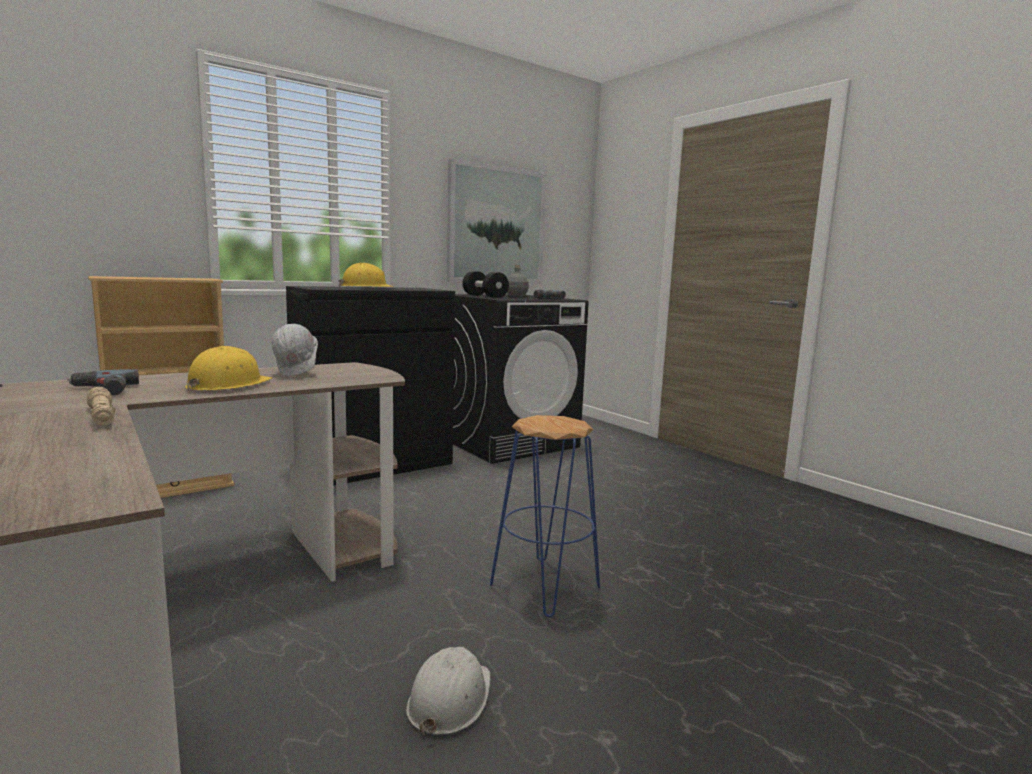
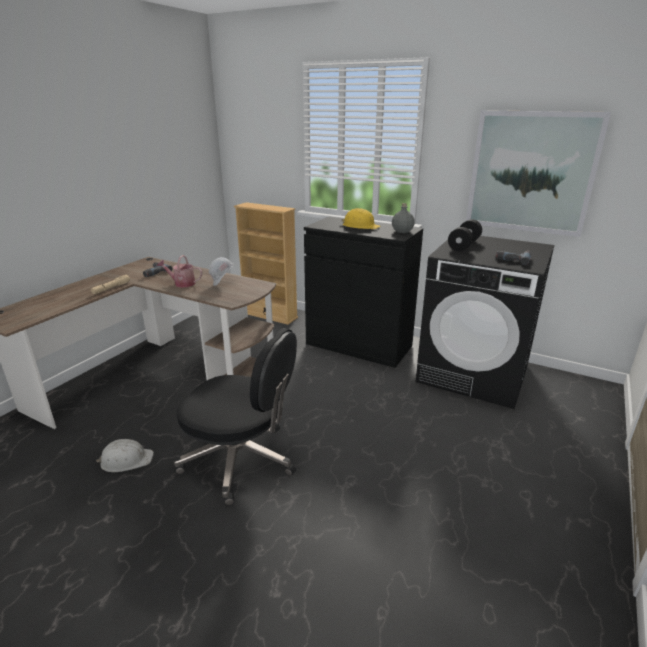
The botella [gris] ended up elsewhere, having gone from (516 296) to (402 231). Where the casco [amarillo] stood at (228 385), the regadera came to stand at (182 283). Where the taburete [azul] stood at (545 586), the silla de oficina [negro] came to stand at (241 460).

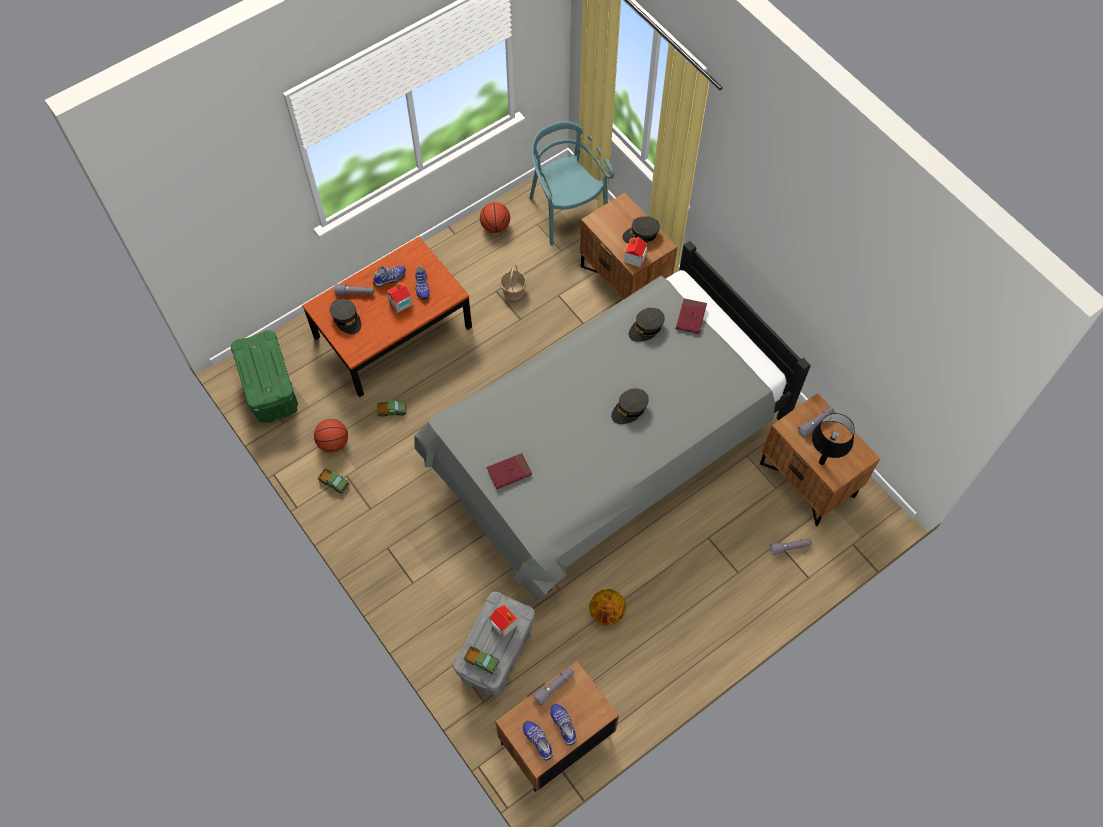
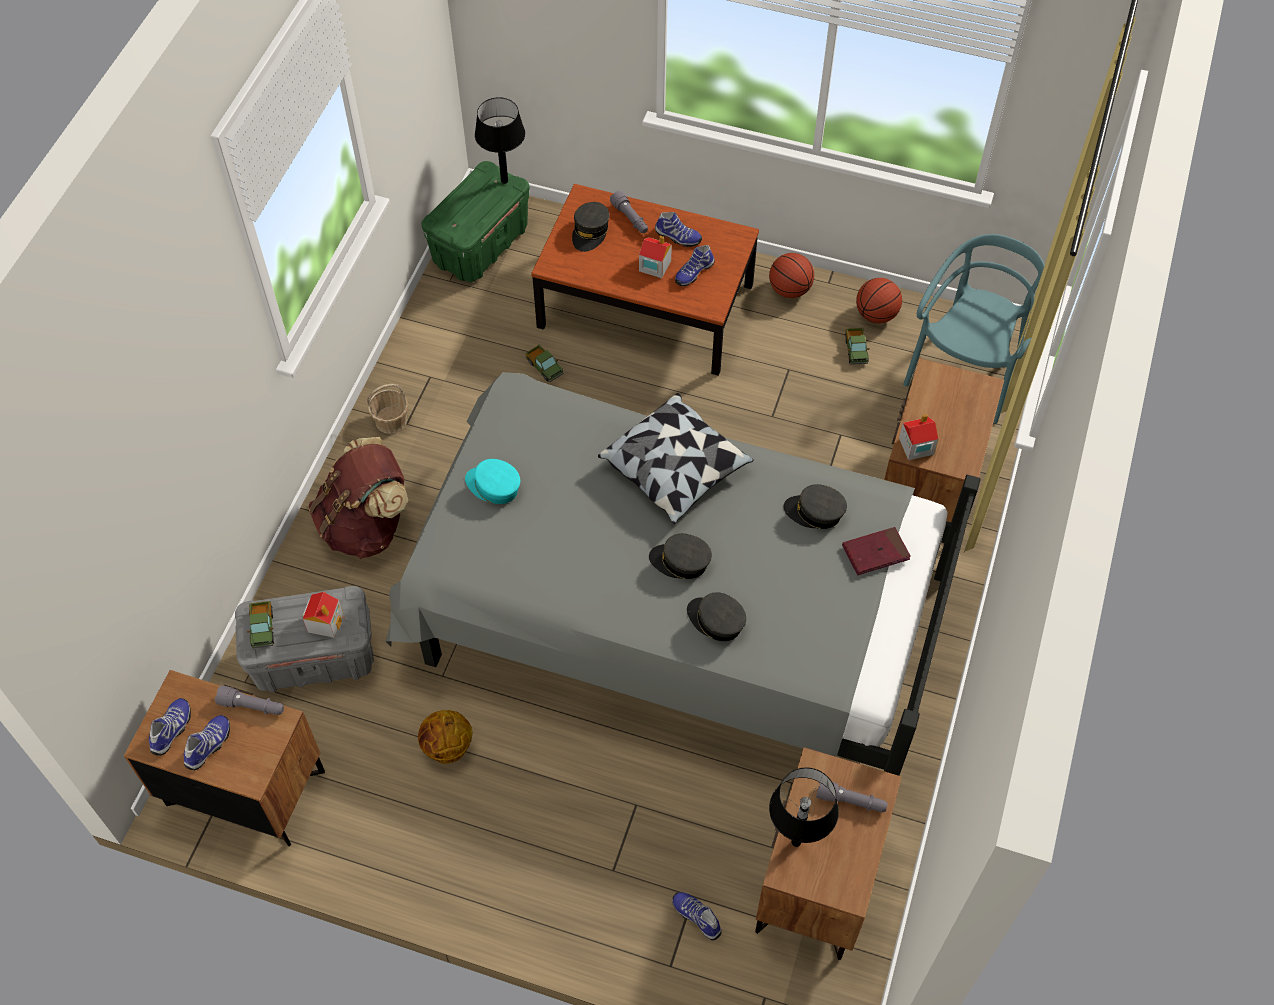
The gorra [gris] ended up elsewhere, having gone from (641 235) to (716 621). The cesta ended up elsewhere, having gone from (513 291) to (391 420). The balón de baloncesto ended up elsewhere, having gone from (333 443) to (789 290). Where the libro [rojo] stood at (509 472), the gorra [turquesa] came to stand at (493 486). The camión de juguete ended up elsewhere, having gone from (334 482) to (855 350). Where the linterna [gris] stood at (790 547), the zapato came to stand at (697 916). The second view gained the lámpara de mesa [negro] at (505 181). The second view gained the cojín at (676 469). The second view gained the mochila [marrón] at (366 525).

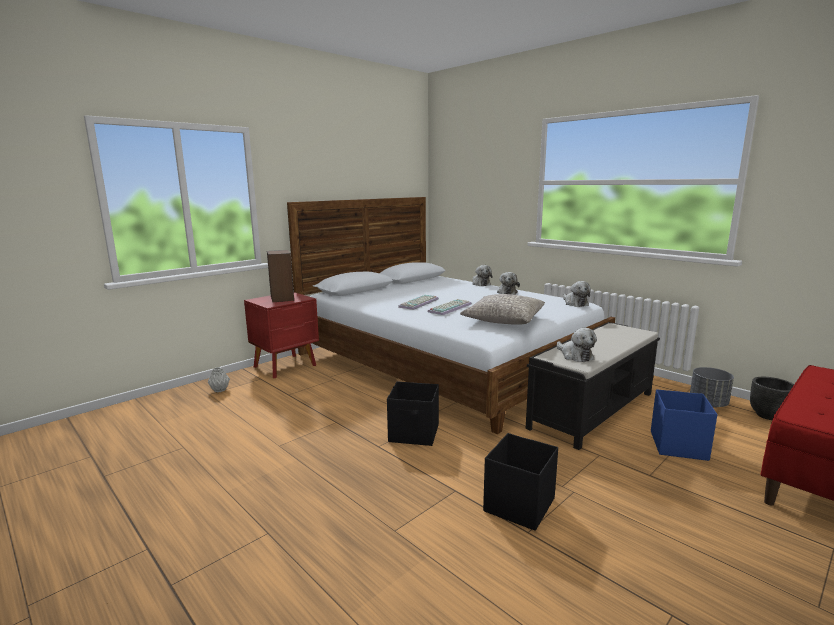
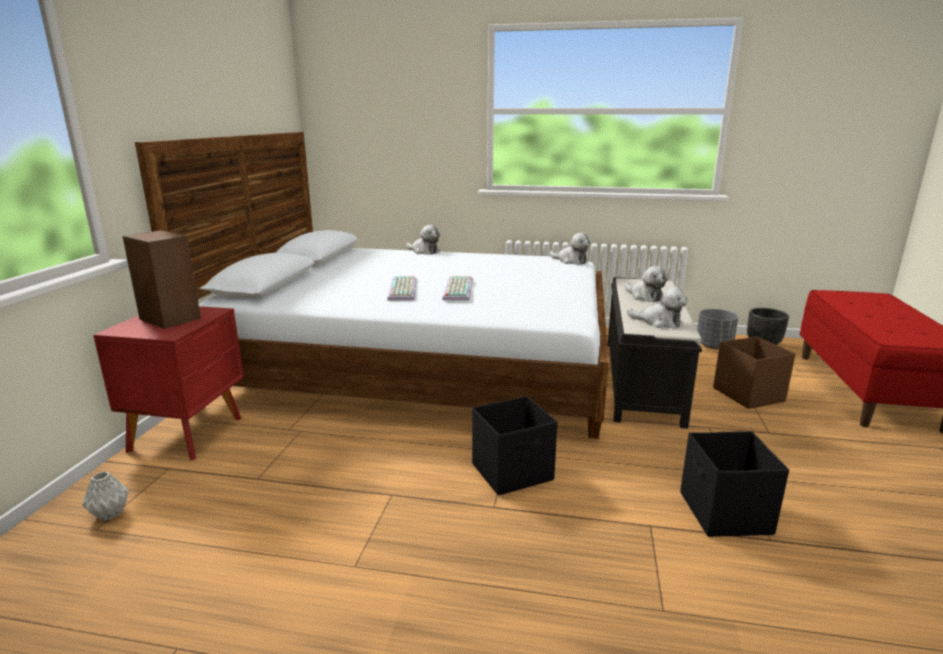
The peluche ended up elsewhere, having gone from (507 292) to (644 296). The second view lost the cojín [gris] at (504 320). What was the caja de almacenaje [azul] at (678 445) turned into the caja de almacenaje [marrón] at (748 394).

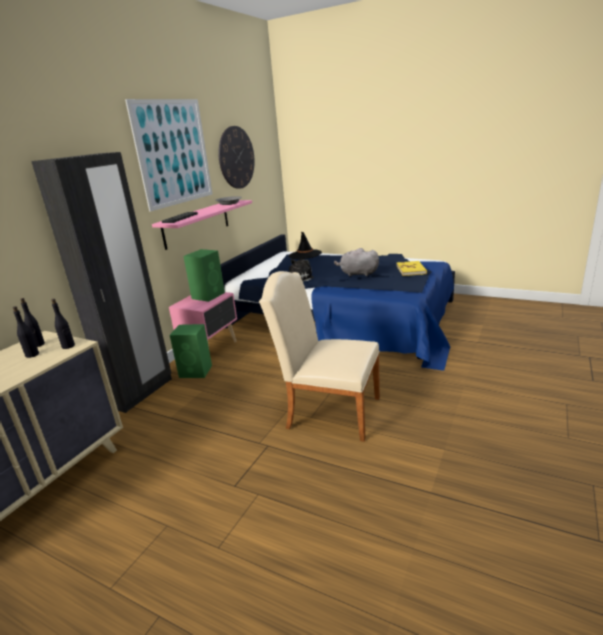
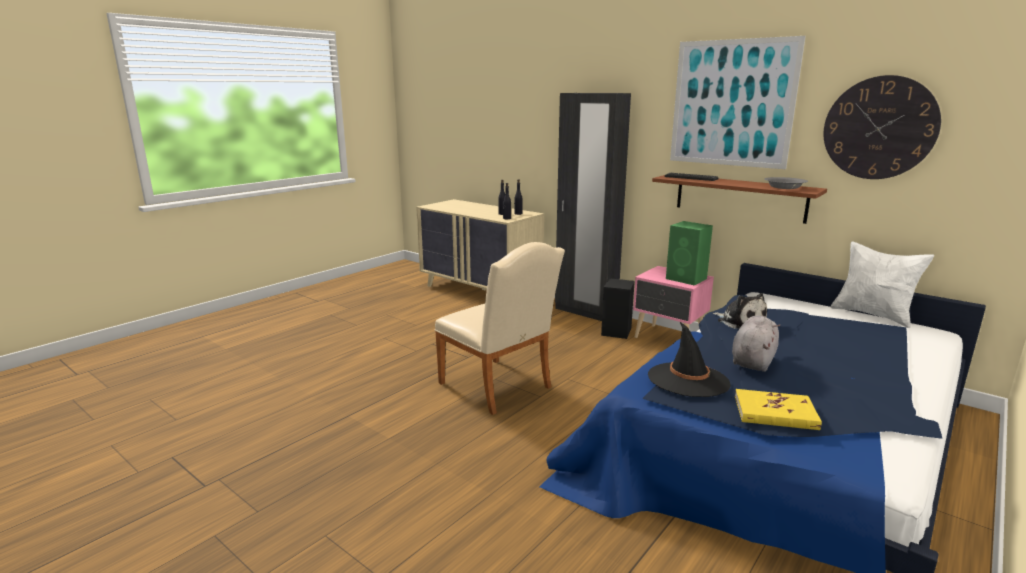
What was the estante [rosa] at (196 224) turned into the estante [marrón] at (739 197). The sombrero [negro] ended up elsewhere, having gone from (305 255) to (688 380). The silla [beis] at (327 411) ended up facing another way, 105 degrees clockwise from before. What was the altavoz [verde] at (196 371) turned into the altavoz [negro] at (616 332). The second view gained the cojín [blanco] at (872 315).

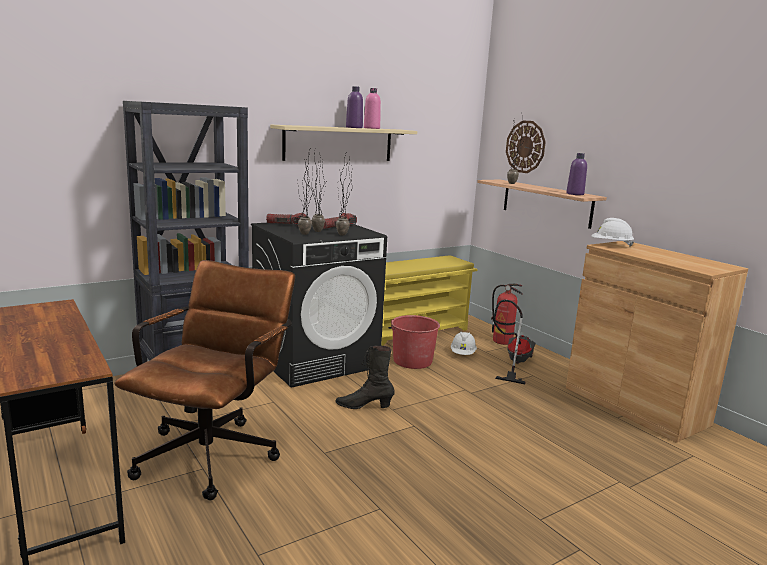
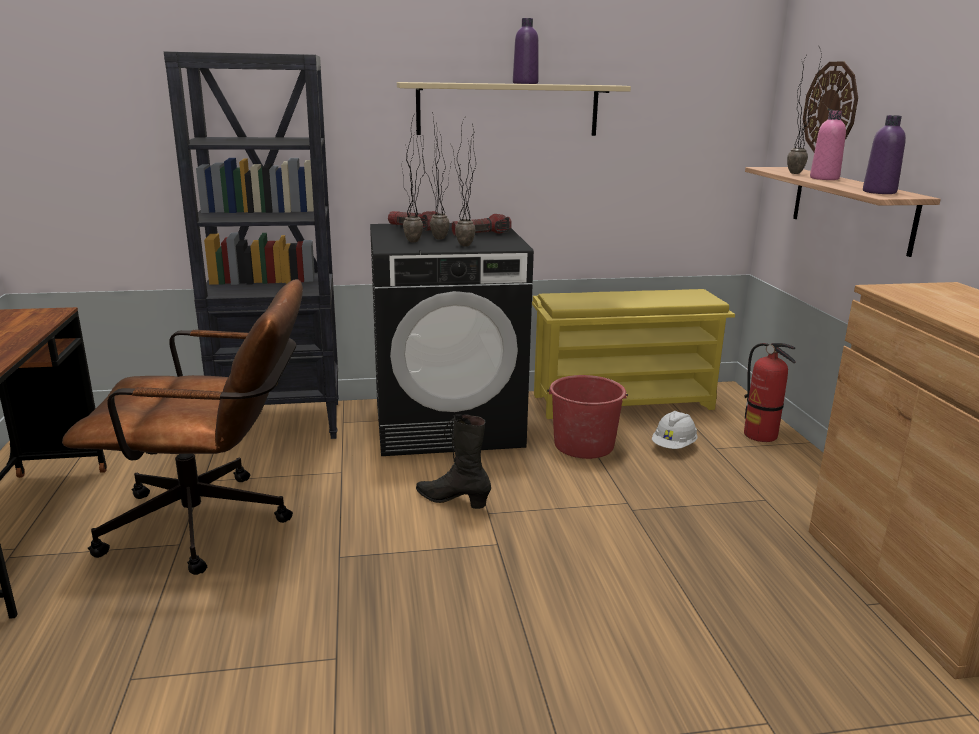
The botella [rosa] ended up elsewhere, having gone from (371 128) to (824 178). The second view lost the casco [blanco] at (611 245). The silla de oficina [marrón] at (214 451) ended up facing another way, 45 degrees clockwise from before. The second view lost the aspiradora at (513 362).

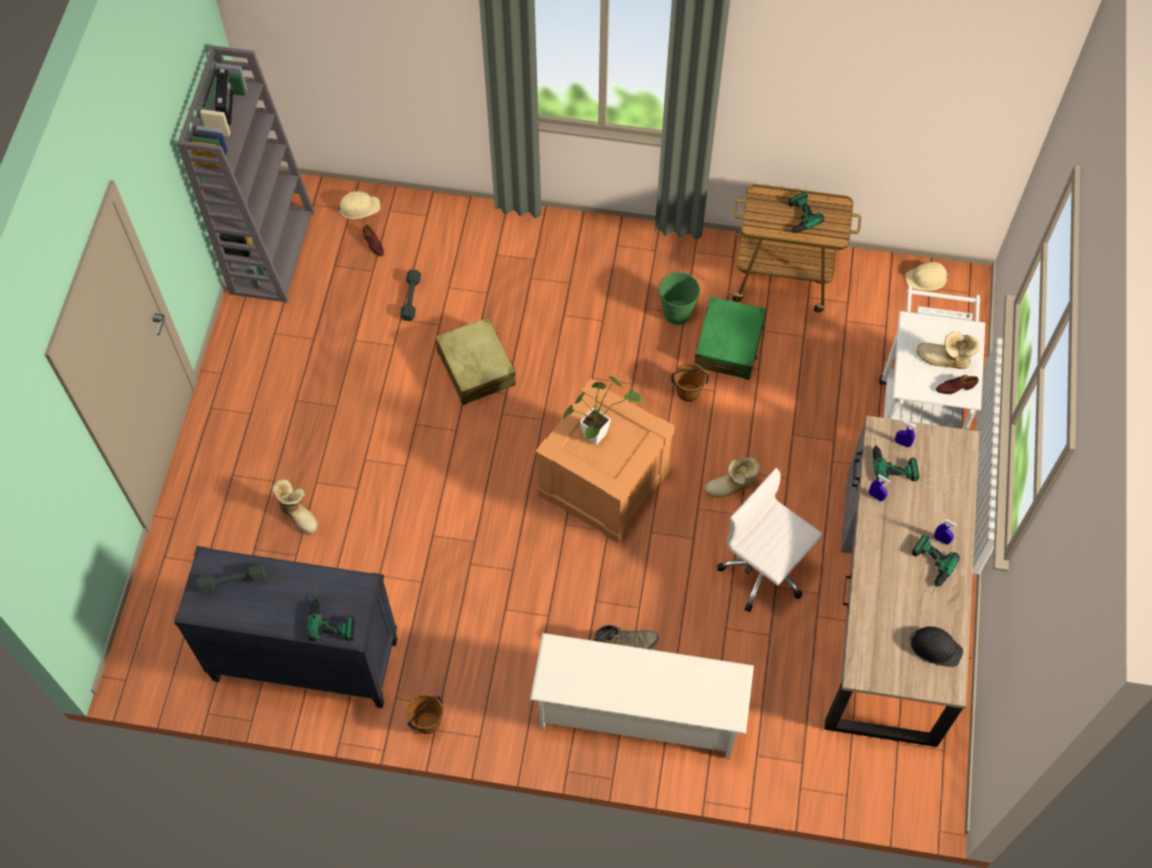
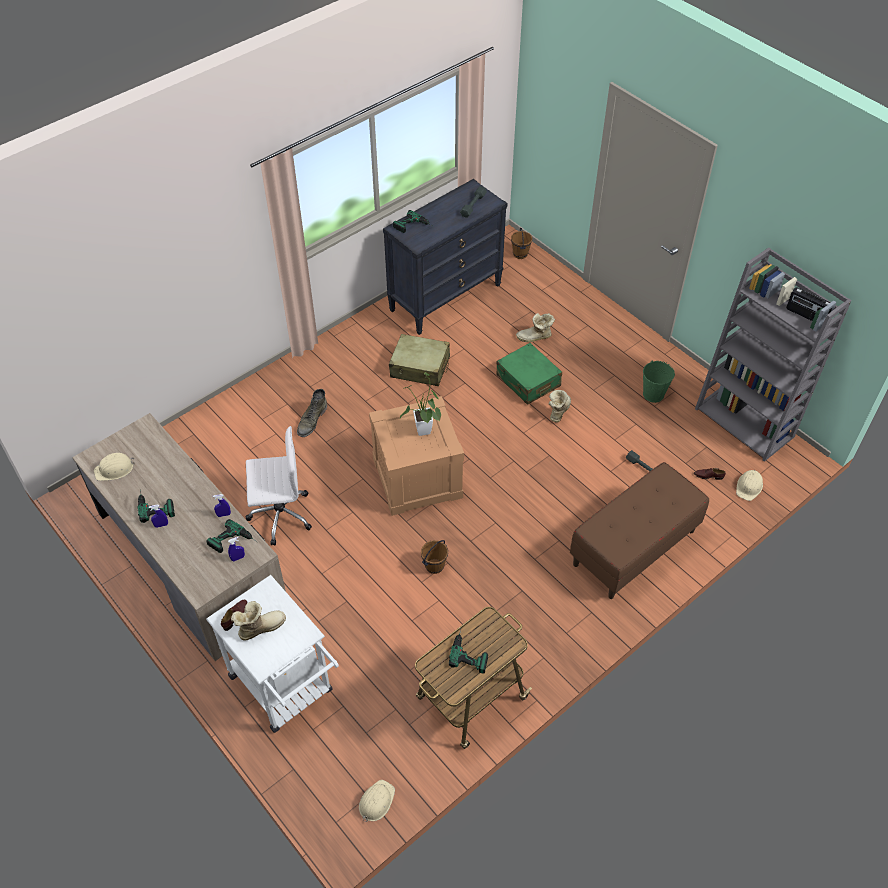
The cubo [verde] ended up elsewhere, having gone from (677 313) to (653 394). The maleta [verde] ended up elsewhere, having gone from (728 345) to (528 381). The maleta [beis] ended up elsewhere, having gone from (476 368) to (420 367). The bota ended up elsewhere, having gone from (731 487) to (558 411). What was the casco [negro] at (935 647) turned into the casco [beis] at (114 469). The second view lost the zapatero [blanco] at (638 713). The cubo [marrón] ended up elsewhere, having gone from (427 722) to (520 254). The second view gained the banco [marrón] at (634 548).

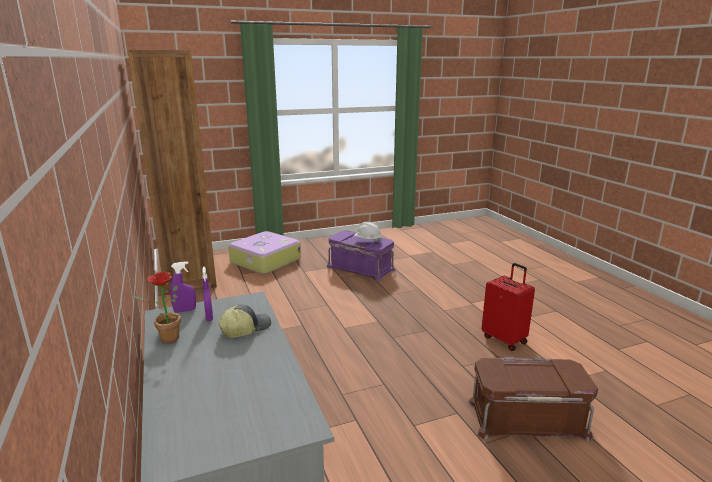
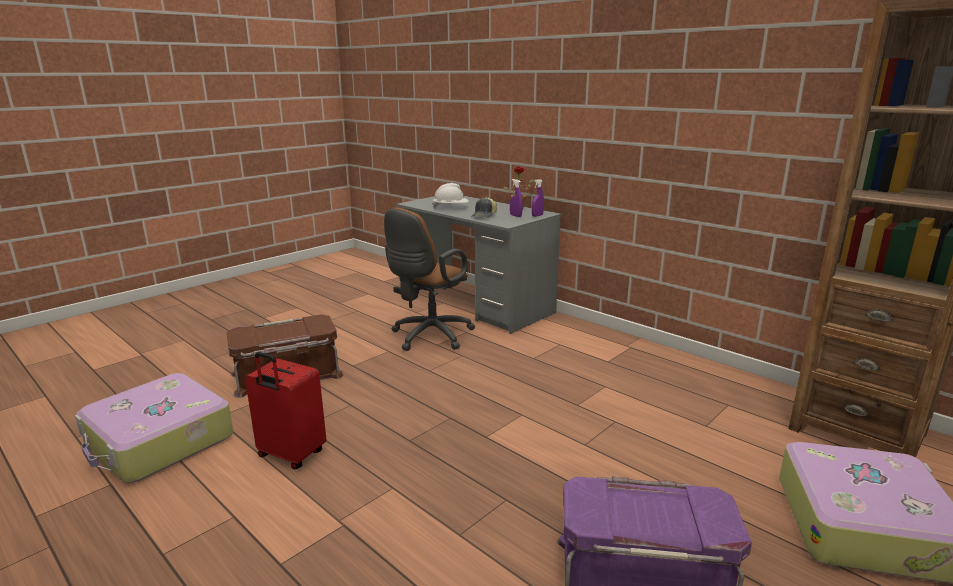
The casco [blanco] ended up elsewhere, having gone from (367 240) to (451 207). The second view gained the silla de oficina [marrón] at (429 337). The second view gained the maleta at (159 442).

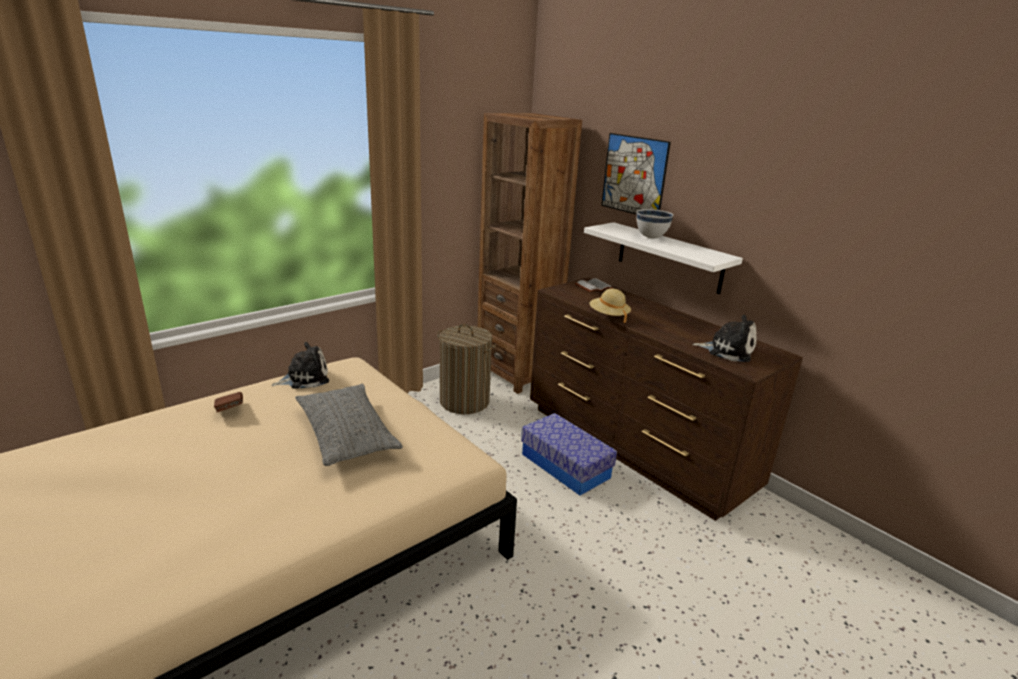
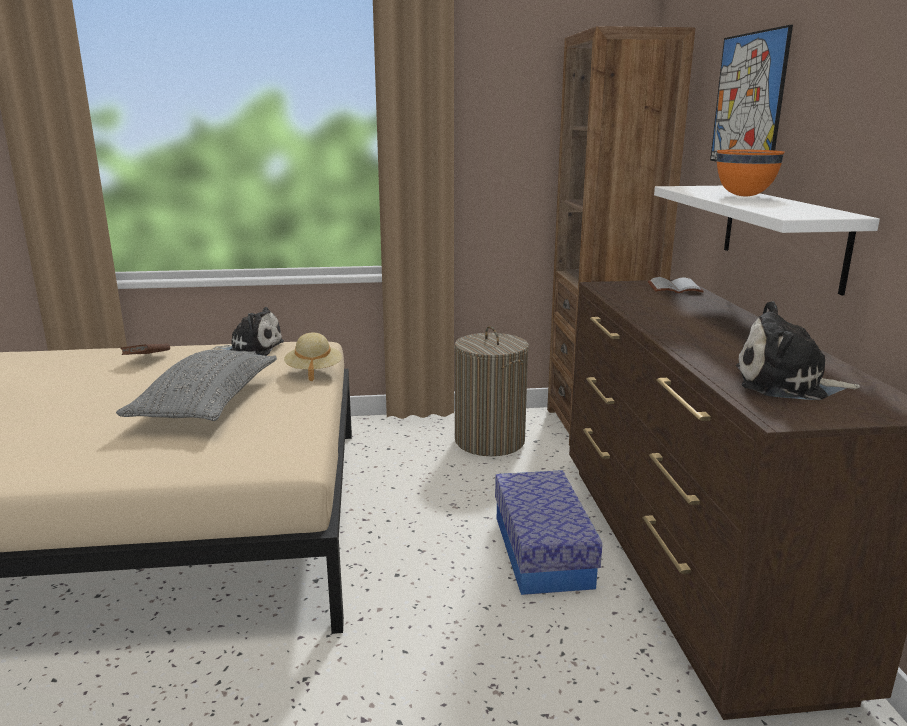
What was the cuenco [blanco] at (651 238) turned into the cuenco [naranja] at (744 196). The sombrero [beis] ended up elsewhere, having gone from (608 316) to (313 371). The peluche at (727 350) ended up facing another way, 135 degrees clockwise from before.

